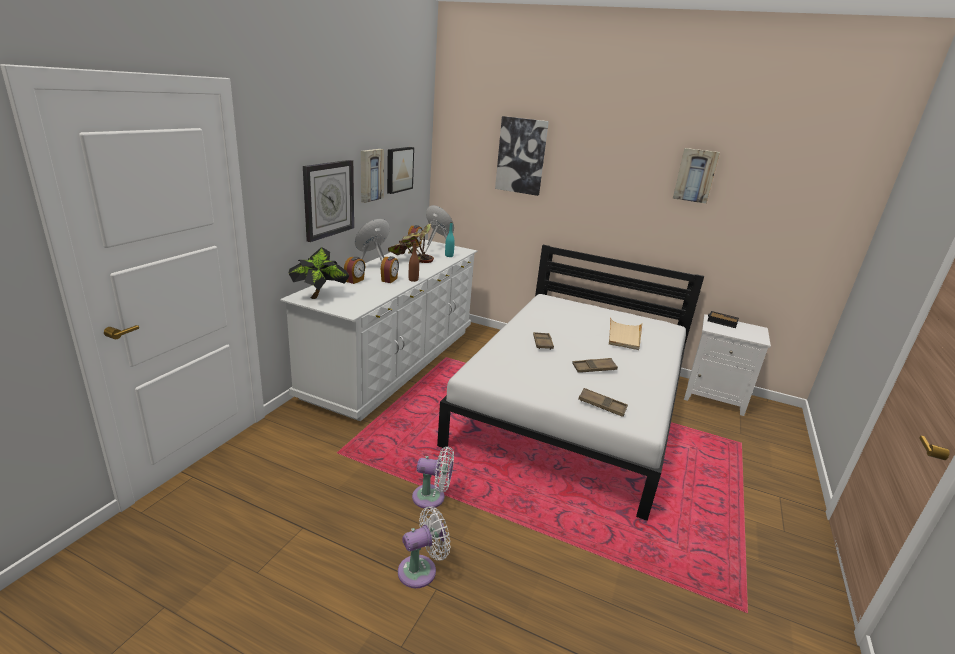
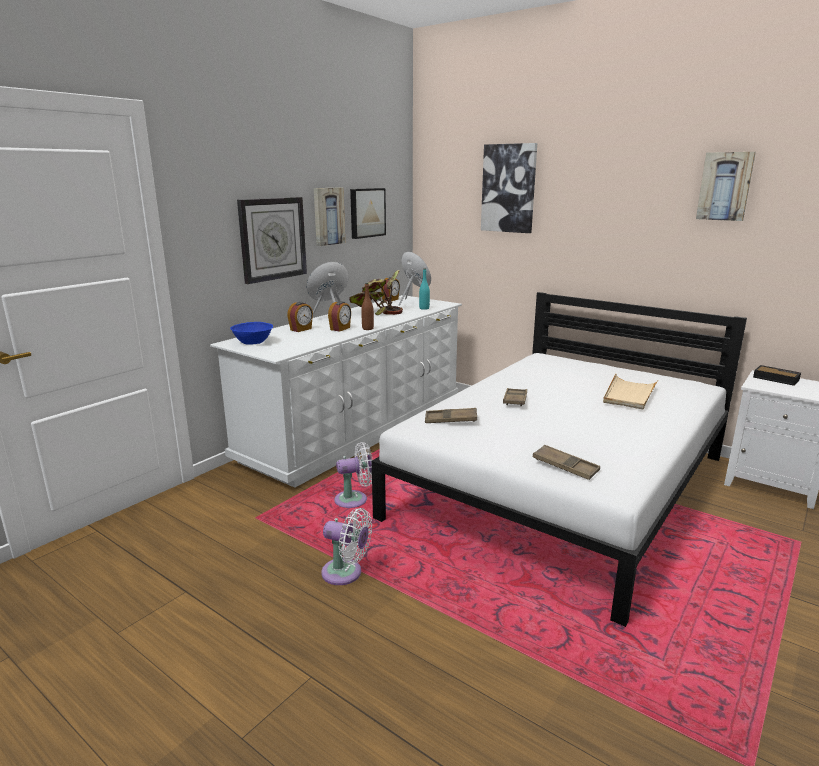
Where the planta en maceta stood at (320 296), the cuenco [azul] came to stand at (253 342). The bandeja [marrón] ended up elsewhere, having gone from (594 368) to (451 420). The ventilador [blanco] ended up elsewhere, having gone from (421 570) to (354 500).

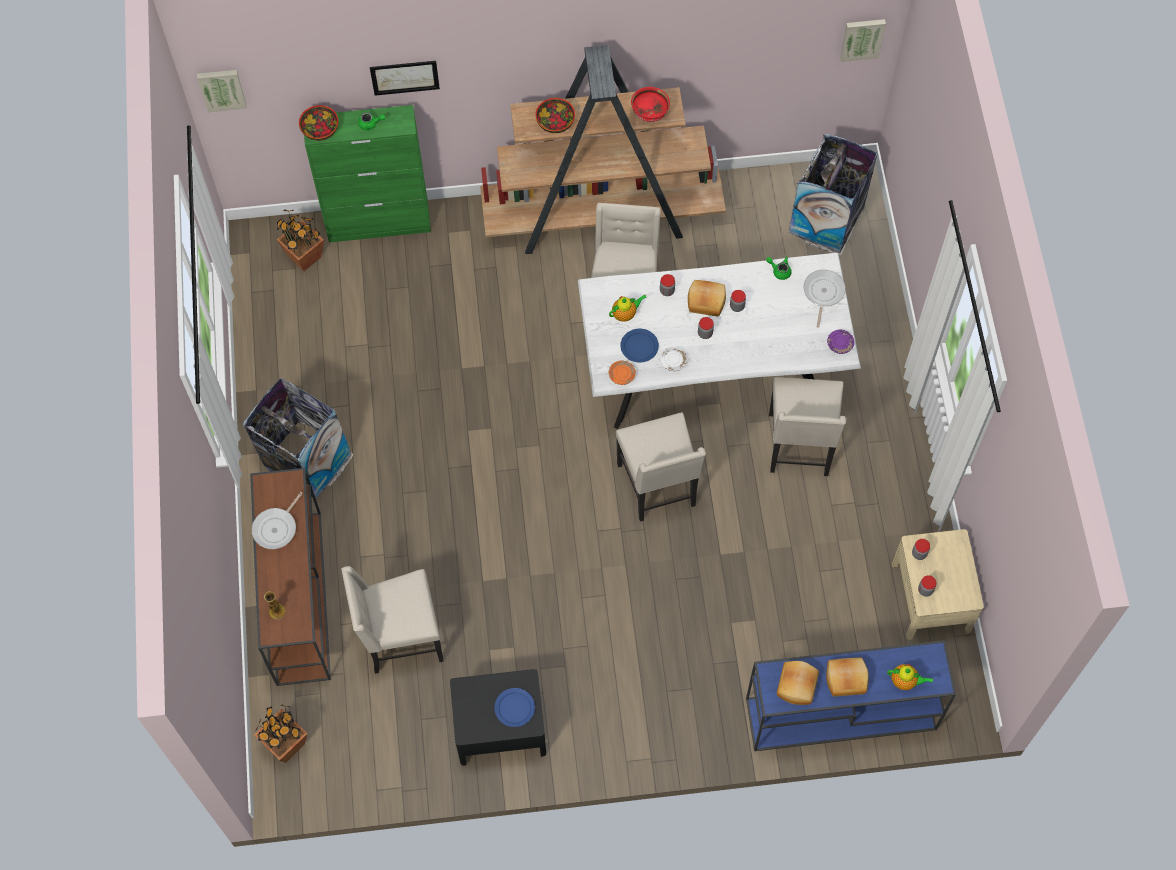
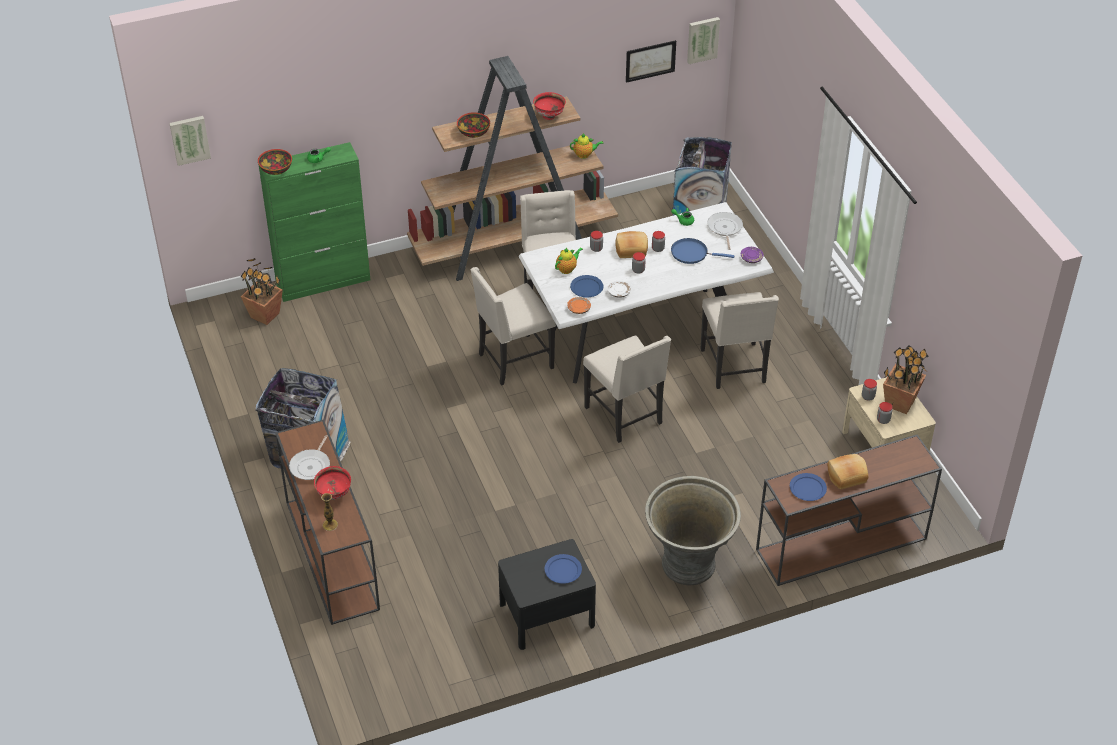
The cuadro ended up elsewhere, having gone from (404 77) to (650 61). The silla [beis] ended up elsewhere, having gone from (401 639) to (514 361). What was the mesa consola [azul] at (839 714) turned into the mesa consola [marrón] at (840 545). Where the pan stood at (798 686), the plato [azul] came to stand at (808 488). The tetera ended up elsewhere, having gone from (905 681) to (584 155). The planta en maceta ended up elsewhere, having gone from (286 744) to (900 402). The second view gained the sartén [azul] at (692 253). The second view gained the cuenco [rojo] at (334 494). The second view gained the maceta [gris] at (688 566).

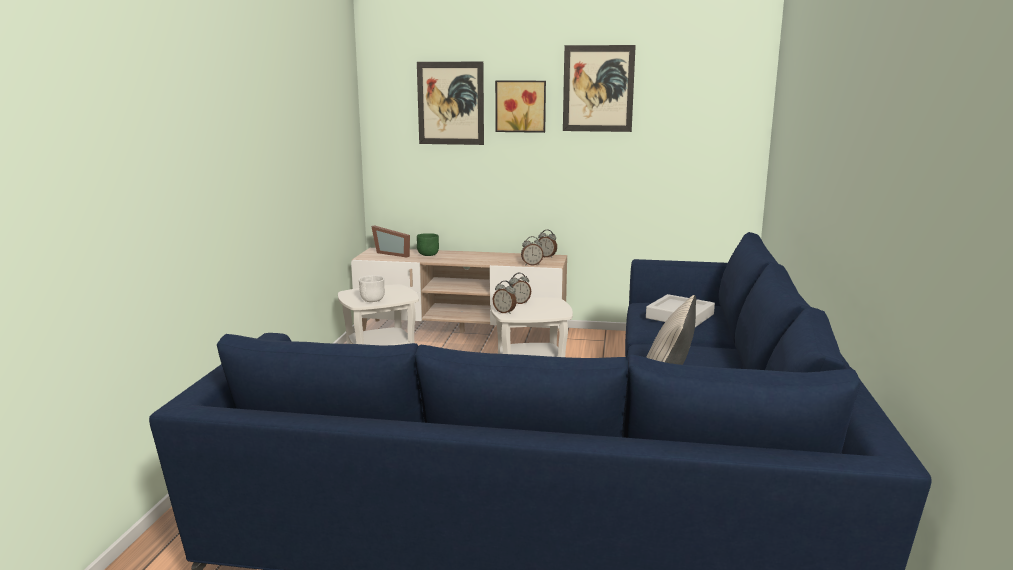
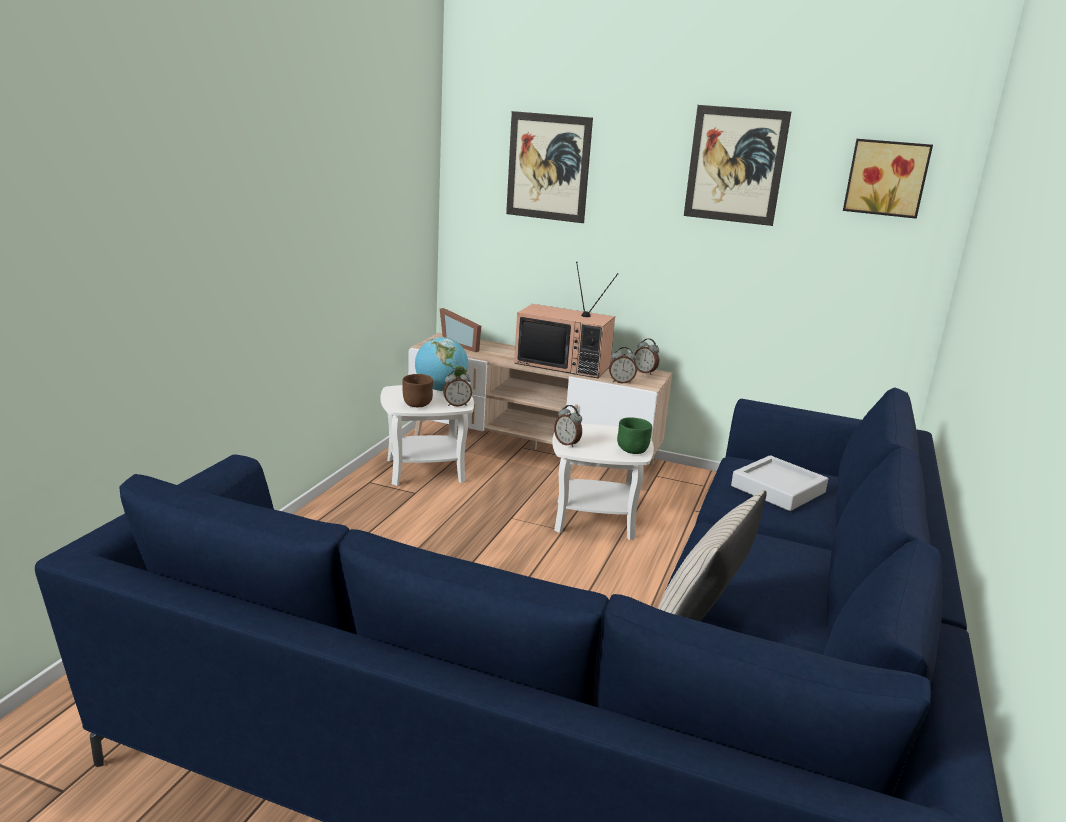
The cuadro ended up elsewhere, having gone from (520 106) to (886 178). The cuenco [verde] ended up elsewhere, having gone from (428 255) to (632 451). The despertador ended up elsewhere, having gone from (519 303) to (457 405). What was the cuenco [blanco] at (372 300) turned into the cuenco [marrón] at (416 404). The second view gained the televisor at (564 364). The second view gained the globo terráqueo at (440 389).

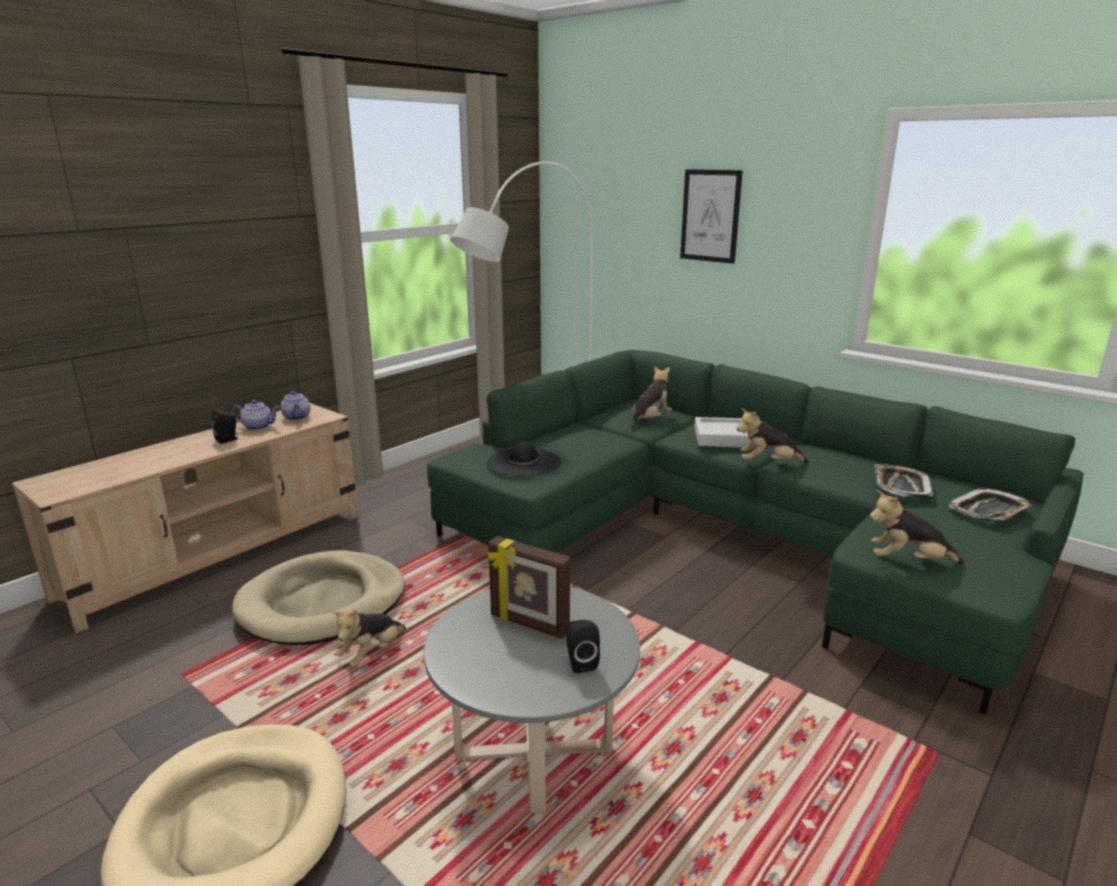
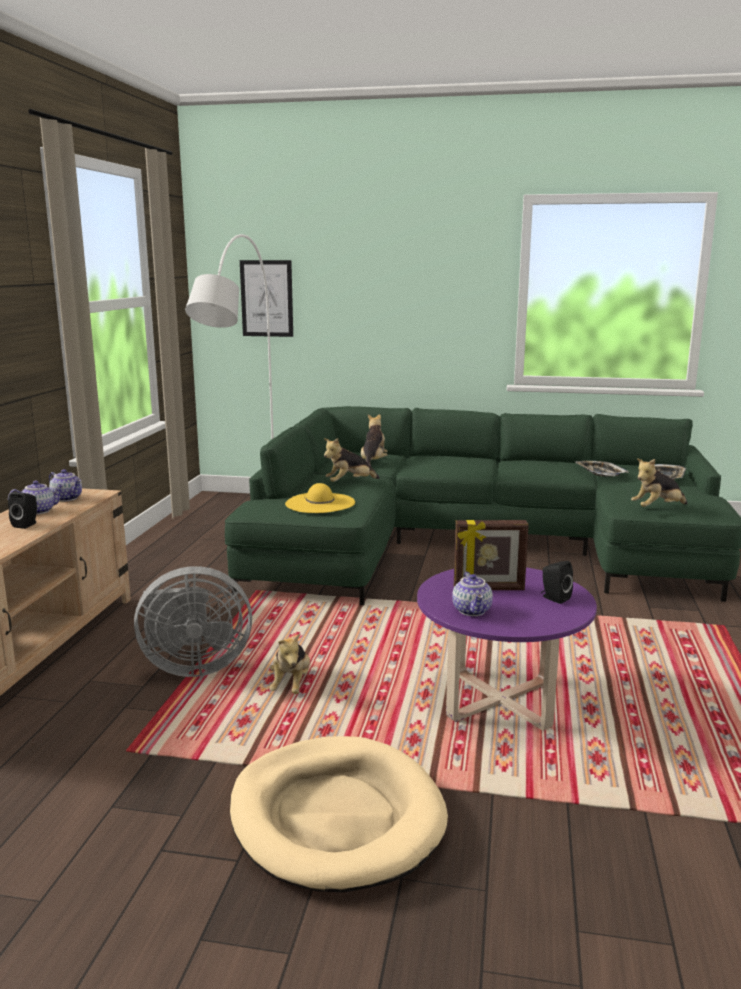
The cuadro ended up elsewhere, having gone from (710 216) to (266 298). The peluche ended up elsewhere, having gone from (768 463) to (349 483). The second view lost the bandeja [gris] at (721 437). What was the sombrero [negro] at (524 462) turned into the sombrero [amarillo] at (320 503). Where the cama para perro [beis] stood at (323 603), the ventilador [gris] came to stand at (193 666). What was the mesa de centro [gris] at (534 752) turned into the mesa de centro [morado] at (500 701). The second view gained the tetera at (473 611).

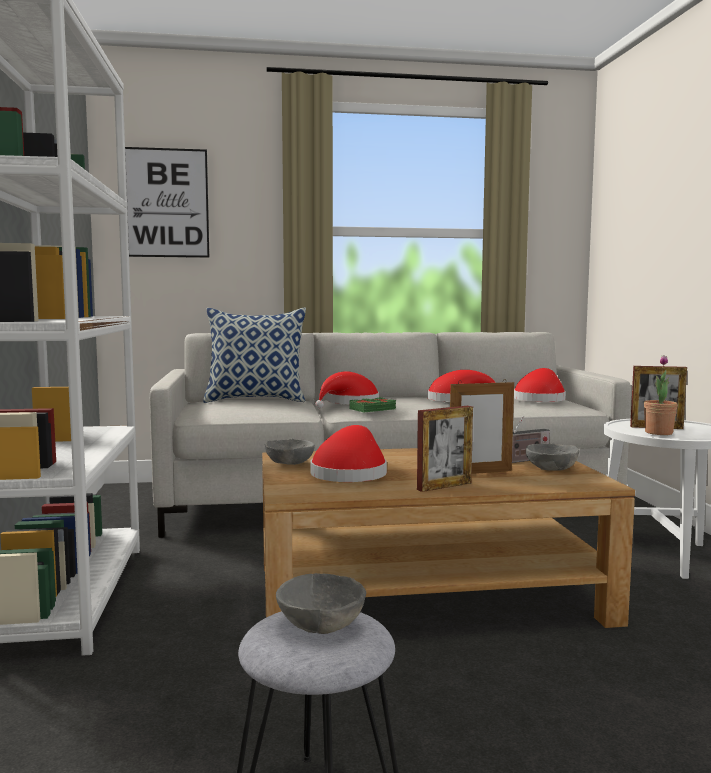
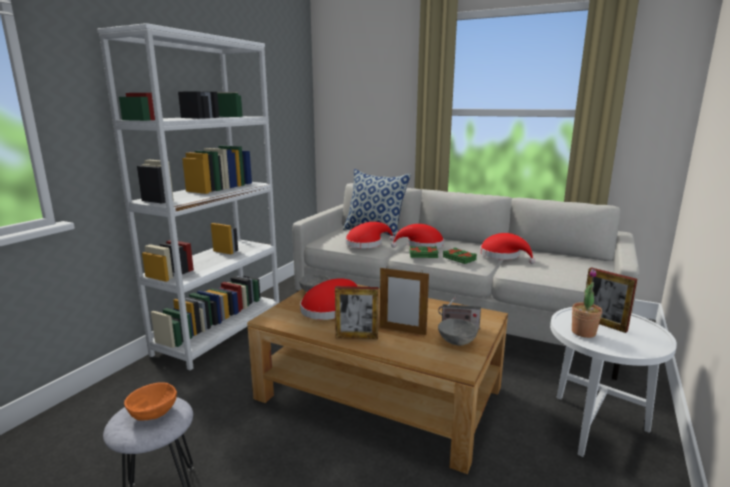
The second view lost the cuadro at (167 203). The sombrero [rojo] ended up elsewhere, having gone from (540 399) to (366 244). What was the cuenco [gris] at (321 626) turned into the cuenco [naranja] at (153 413). The second view gained the libro [verde] at (459 258).

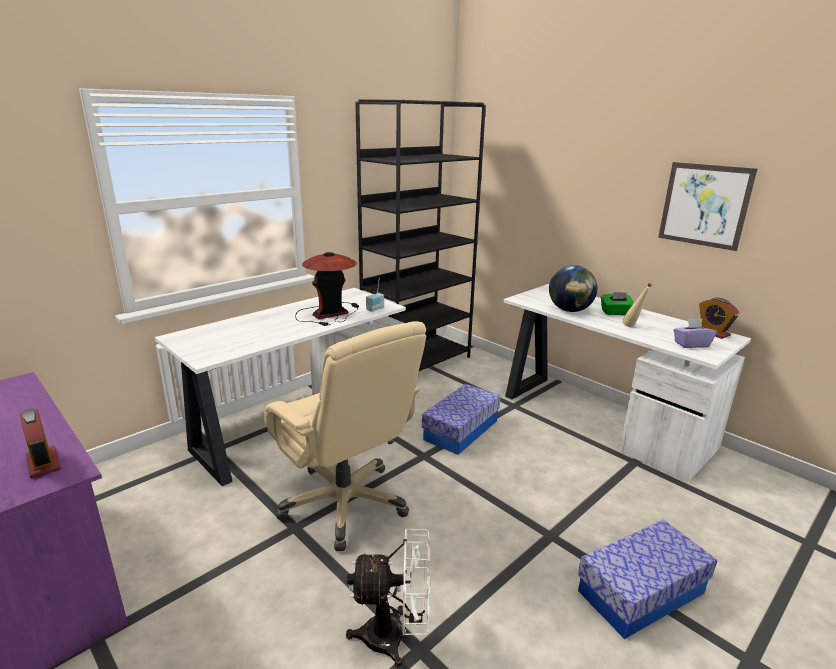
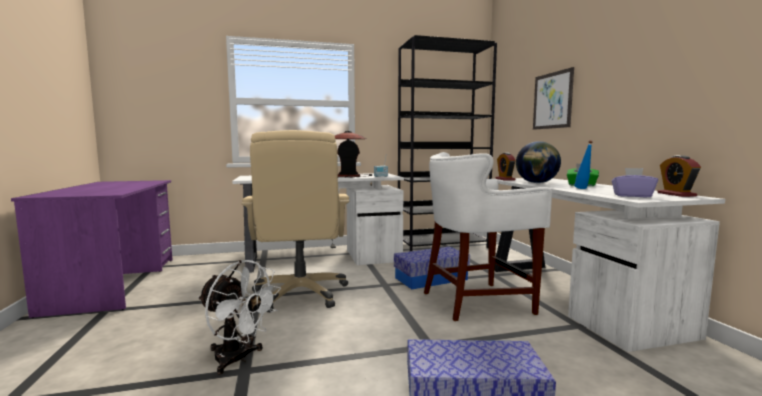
The cuadro ended up elsewhere, having gone from (704 205) to (552 100). What was the botella [beis] at (632 327) turned into the botella [azul] at (583 189). The despertador ended up elsewhere, having gone from (43 463) to (505 179). The second view gained the taburete [blanco] at (478 302).

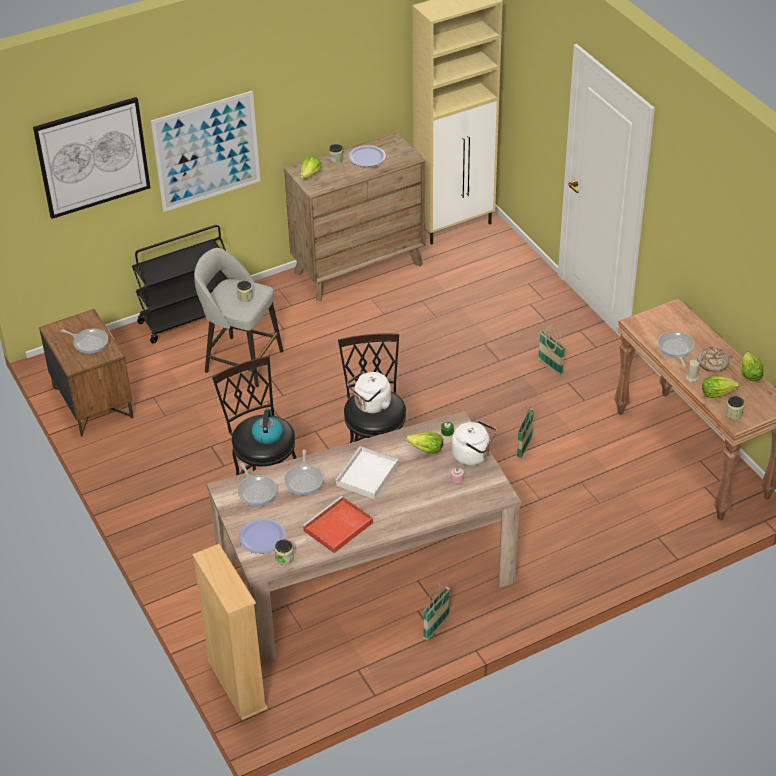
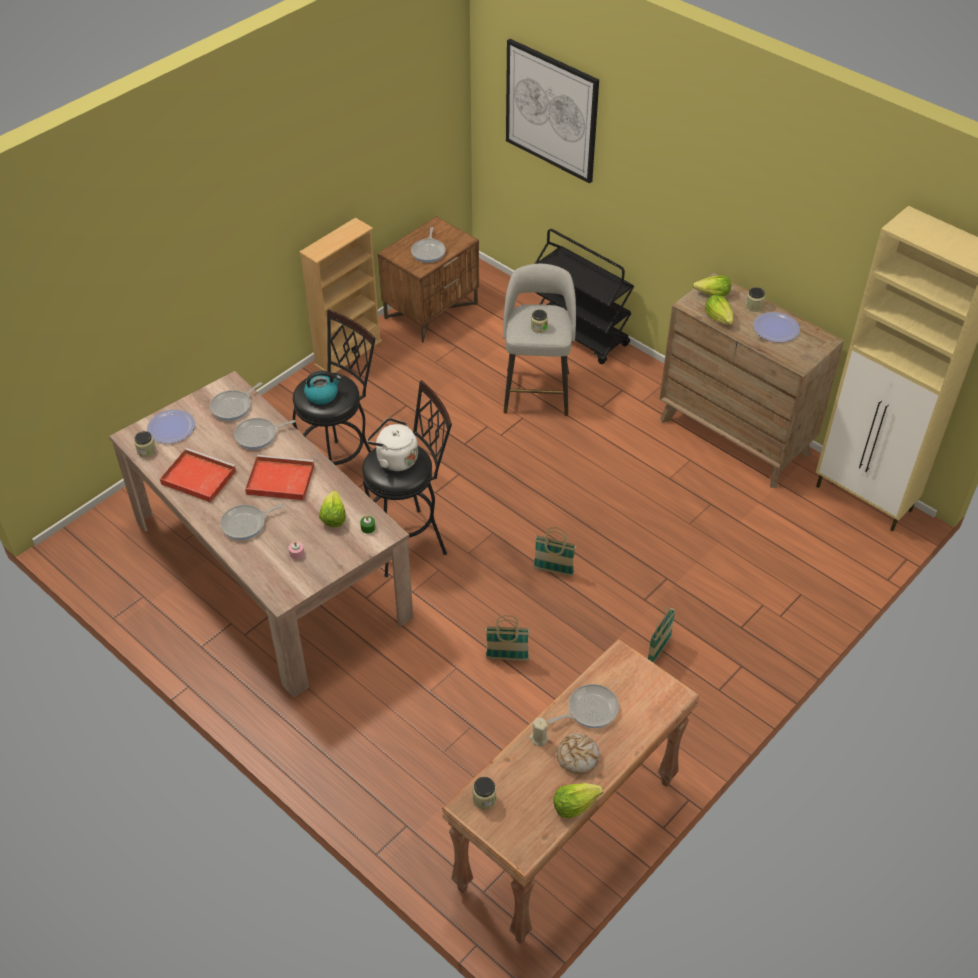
The second view lost the cuadro at (207 151). The lechuga ended up elsewhere, having gone from (717 393) to (719 318). The second view lost the hervidor [blanco] at (473 456). What was the bandeja [blanco] at (367 475) turned into the bandeja [rojo] at (279 480). The estantería [beis] ended up elsewhere, having gone from (237 685) to (348 353). The cesta ended up elsewhere, having gone from (436 627) to (553 570). The second view gained the sartén at (246 524).

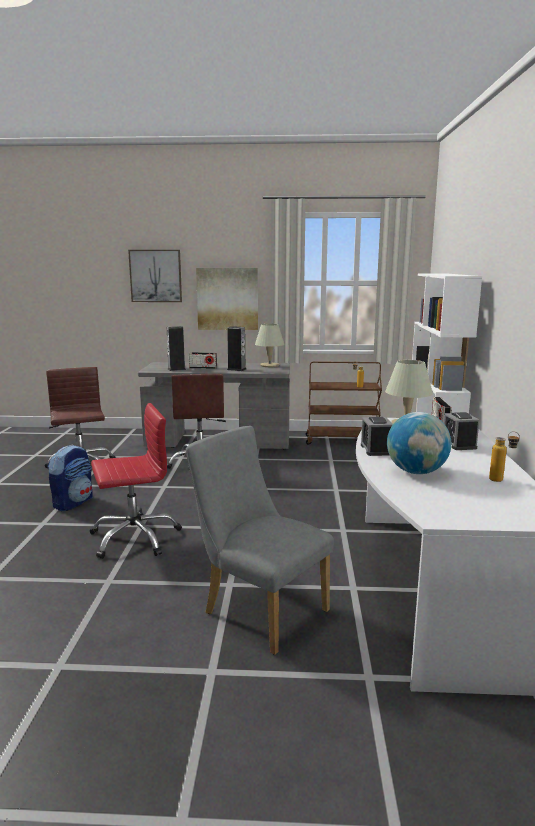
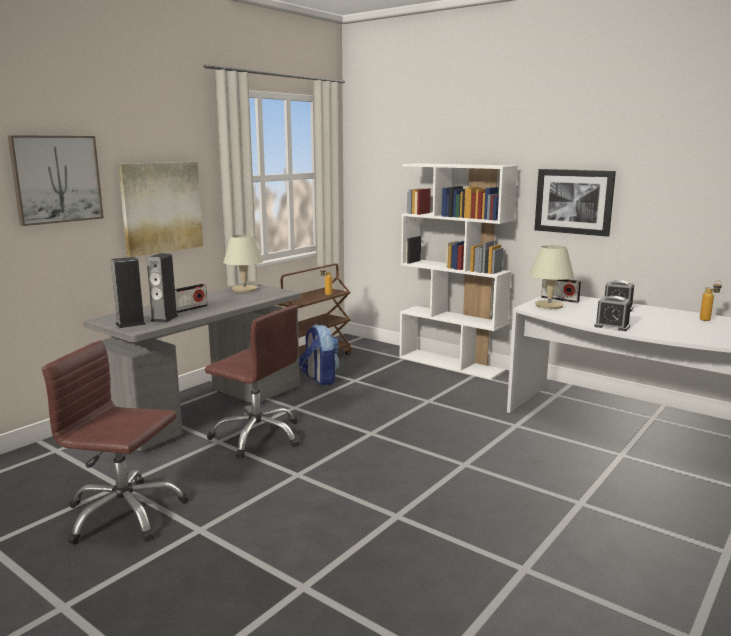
The altavoz ended up elsewhere, having gone from (236 369) to (130 324). The second view lost the silla de oficina [rojo] at (134 537). The second view lost the globo terráqueo at (416 472). The second view lost the silla [gris] at (259 609). The mochila ended up elsewhere, having gone from (73 502) to (319 379). The second view gained the cuadro at (574 201).

